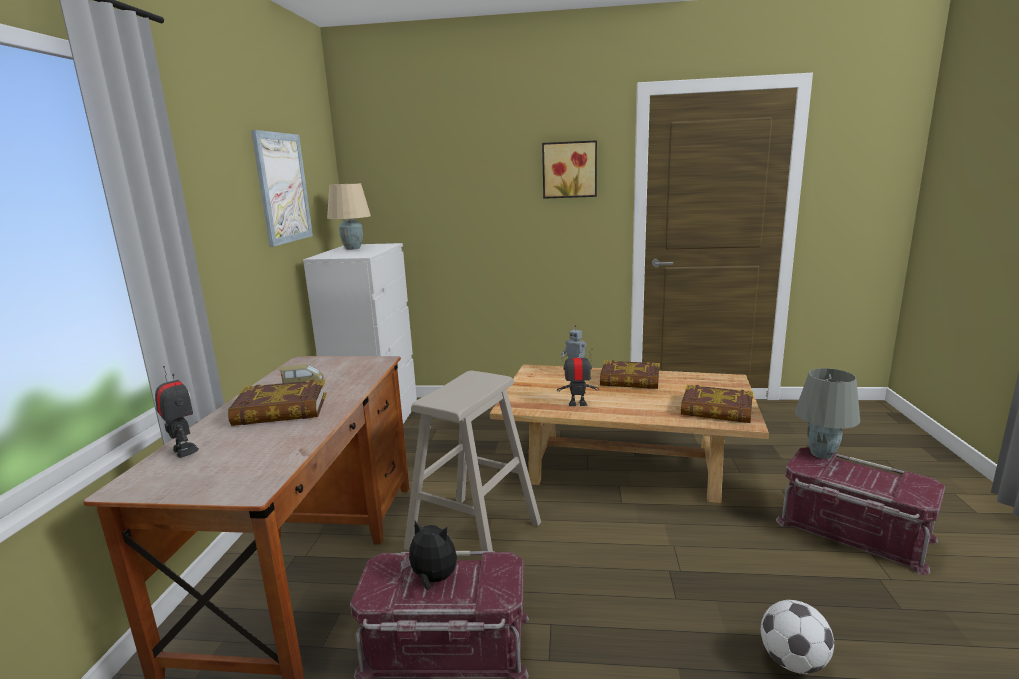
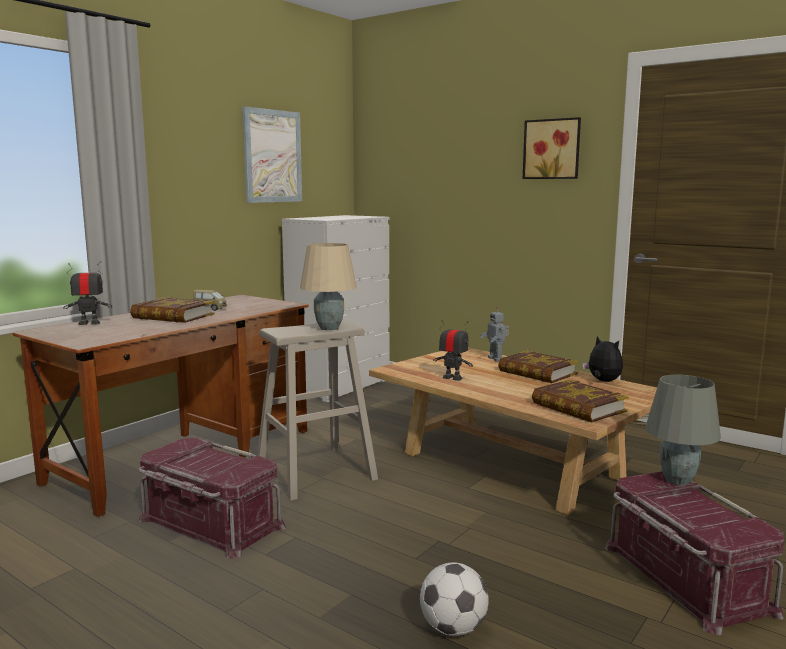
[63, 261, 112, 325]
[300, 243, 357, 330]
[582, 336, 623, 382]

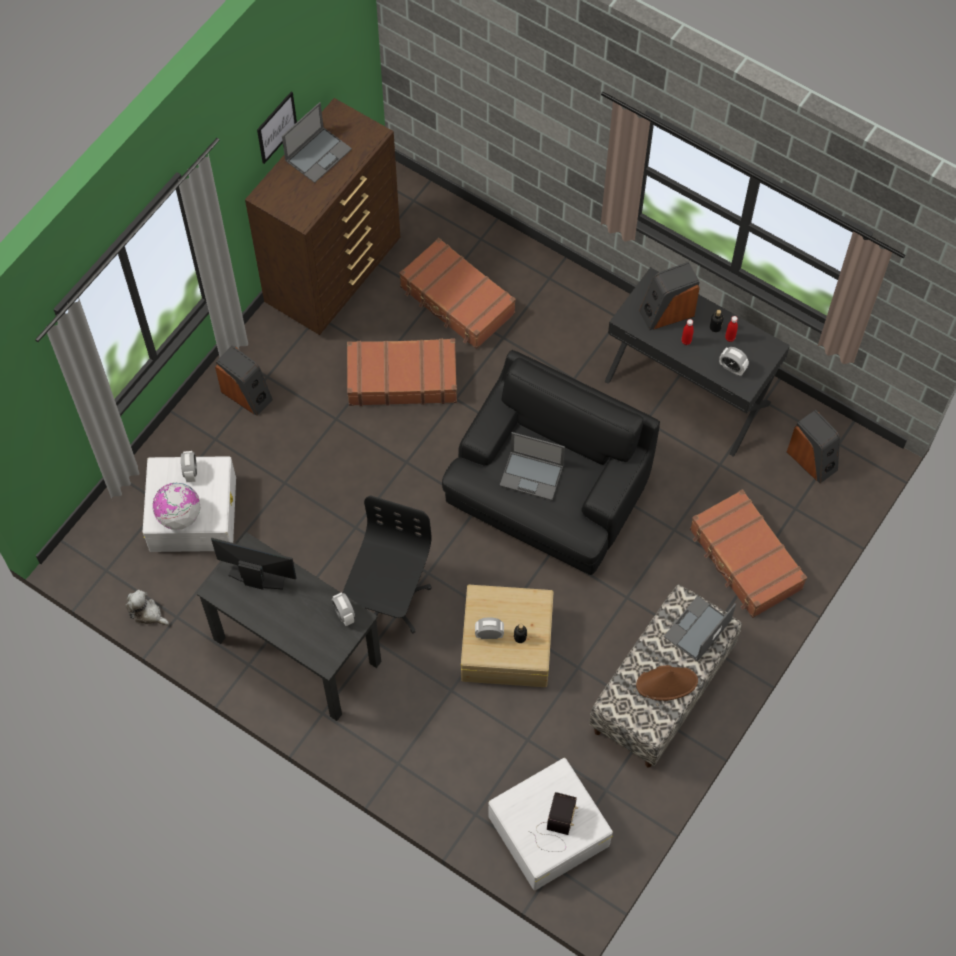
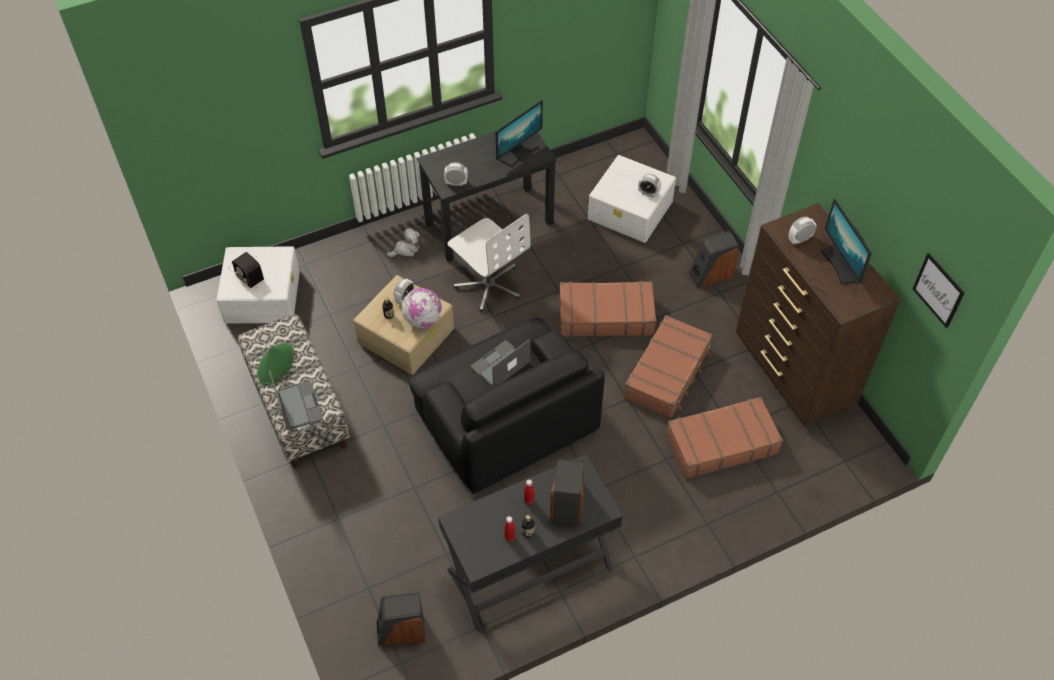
[387, 227, 420, 257]
[402, 288, 442, 328]
[913, 253, 965, 328]
[820, 199, 872, 284]
[448, 214, 530, 312]
[257, 343, 295, 385]
[559, 281, 656, 337]
[788, 216, 816, 245]

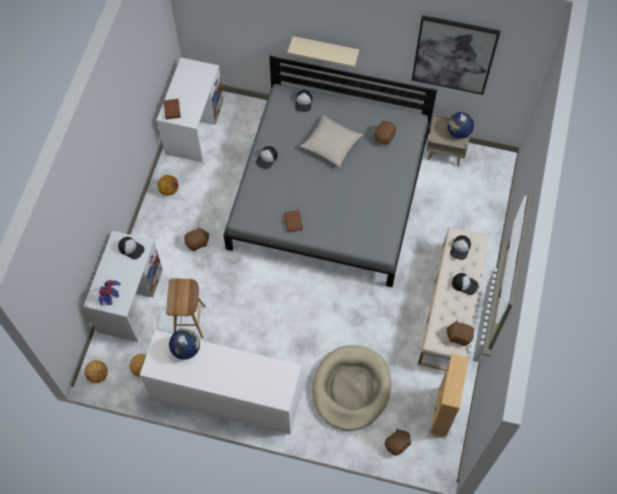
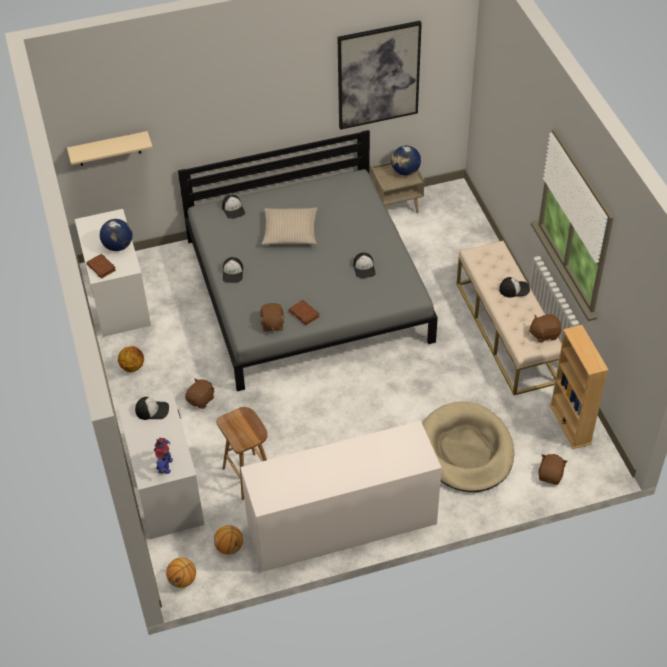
[100, 219, 132, 251]
[67, 131, 153, 166]
[259, 303, 285, 332]
[353, 253, 375, 278]

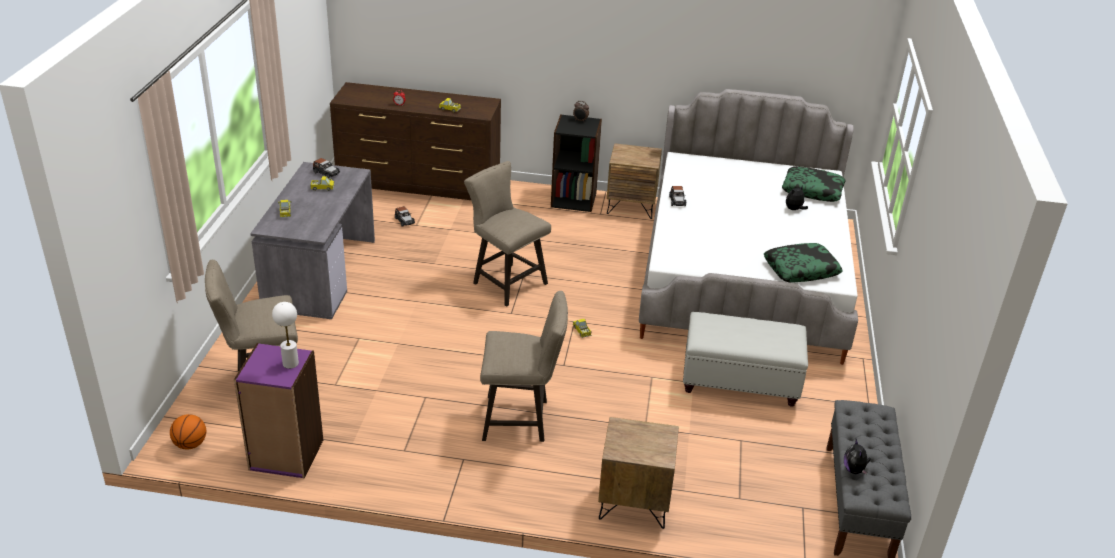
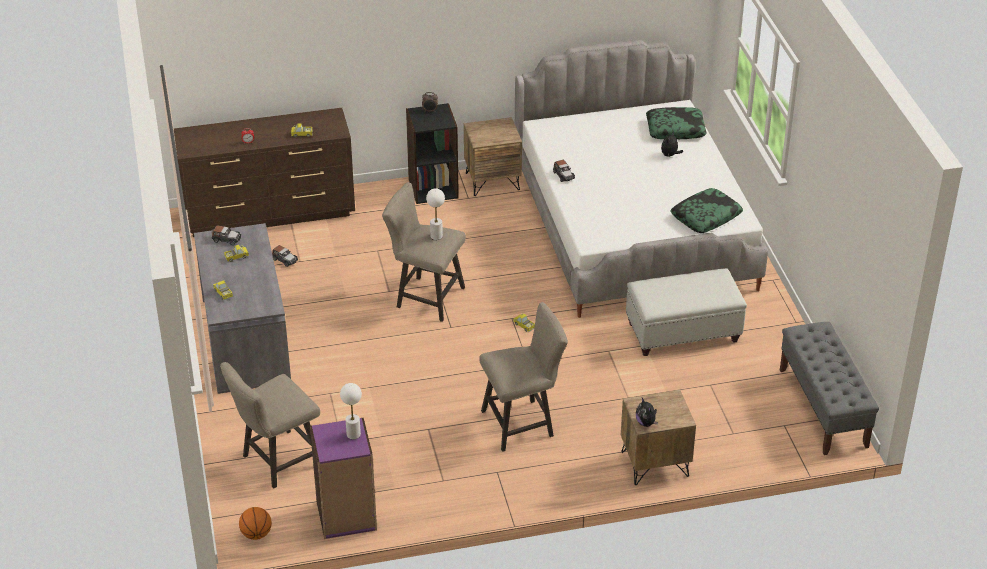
[636, 398, 658, 427]
[426, 188, 445, 240]

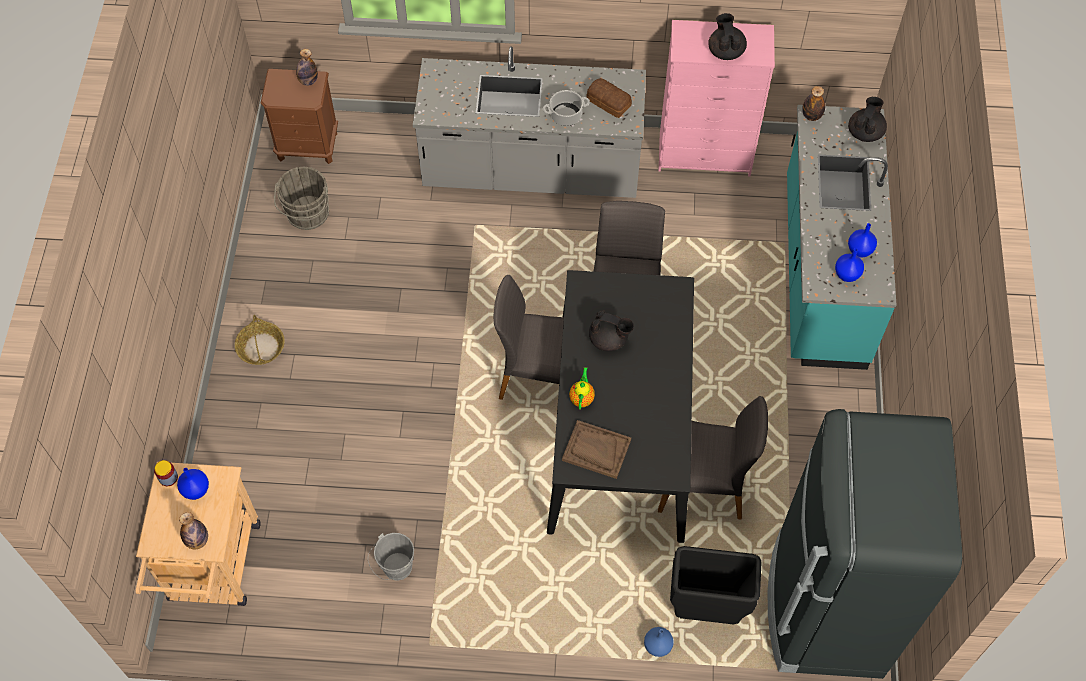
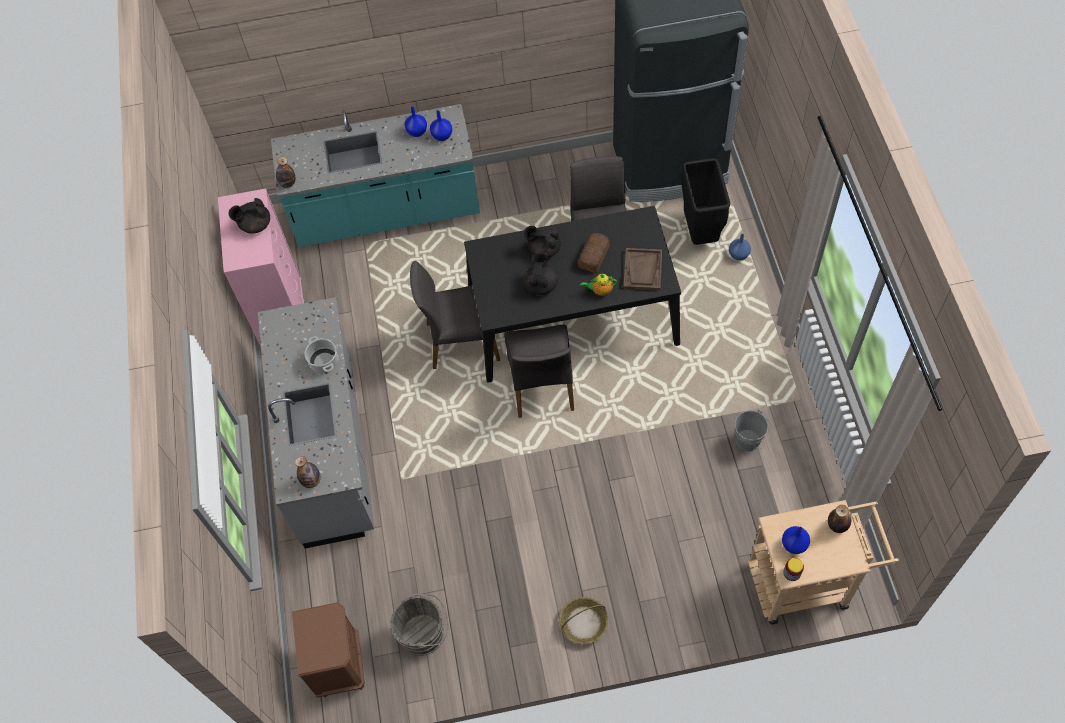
[295, 456, 321, 488]
[578, 233, 610, 273]
[524, 226, 561, 258]

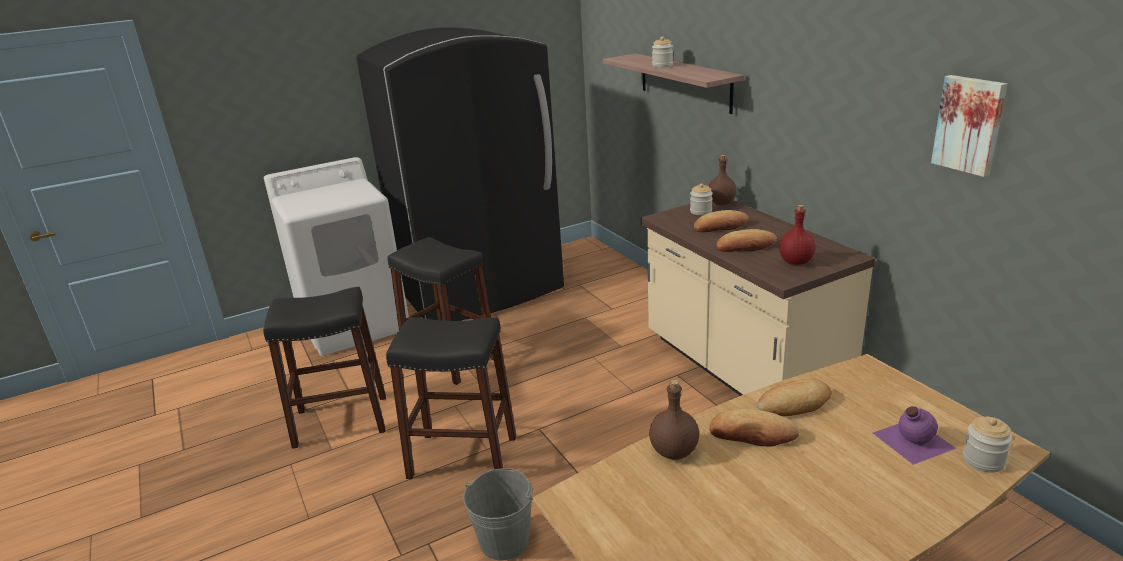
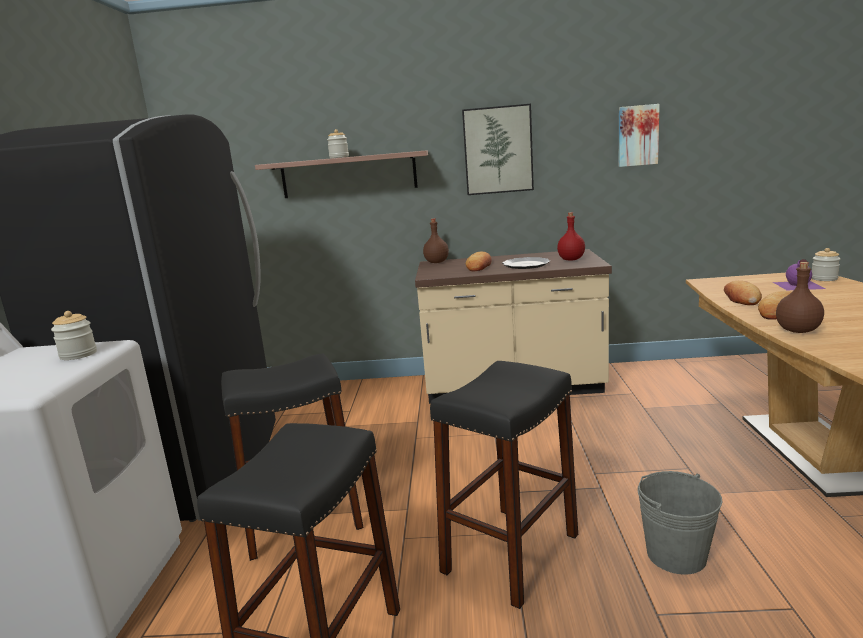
[51, 311, 97, 360]
[502, 257, 550, 269]
[462, 104, 534, 195]

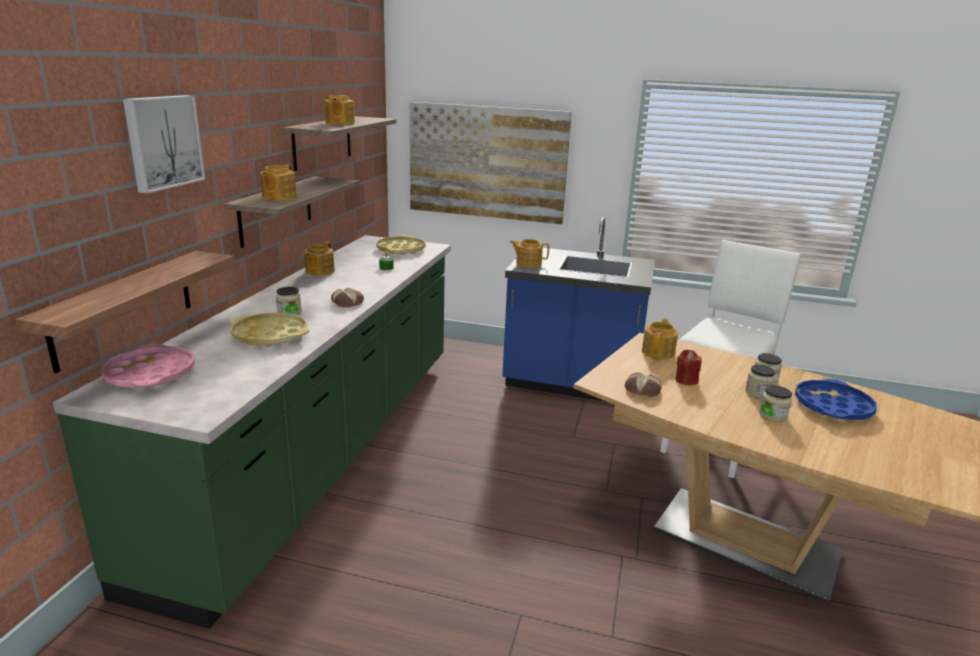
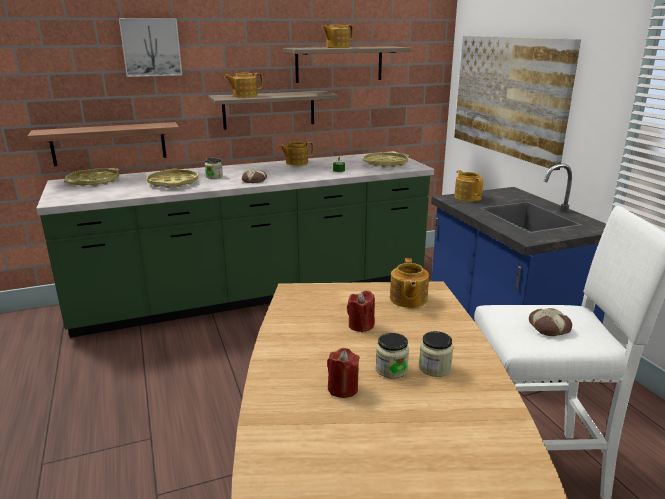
[64, 168, 119, 186]
[529, 308, 572, 336]
[390, 258, 429, 308]
[327, 348, 360, 398]
[795, 379, 877, 420] (first image)

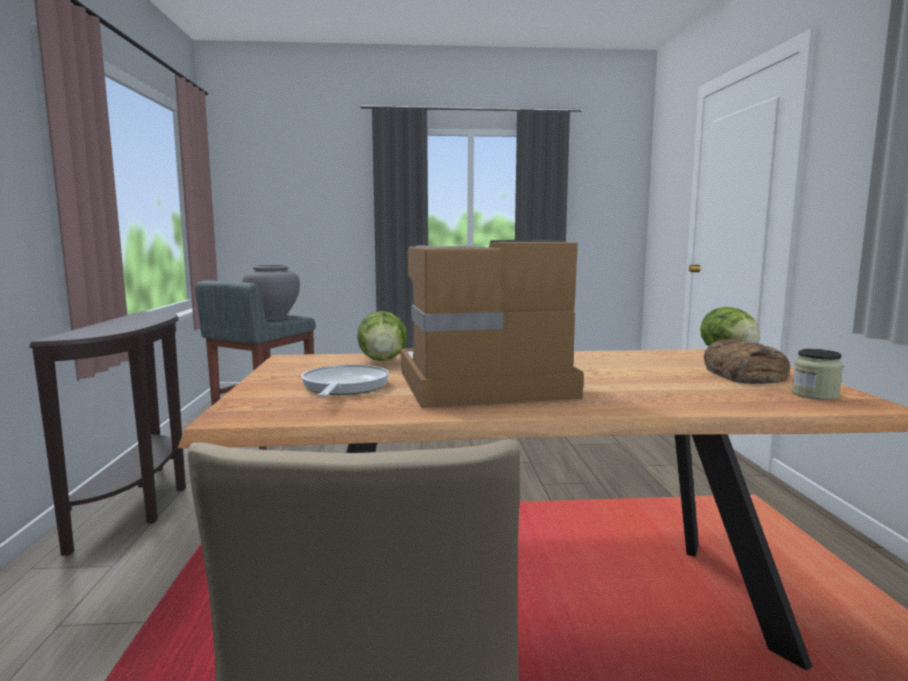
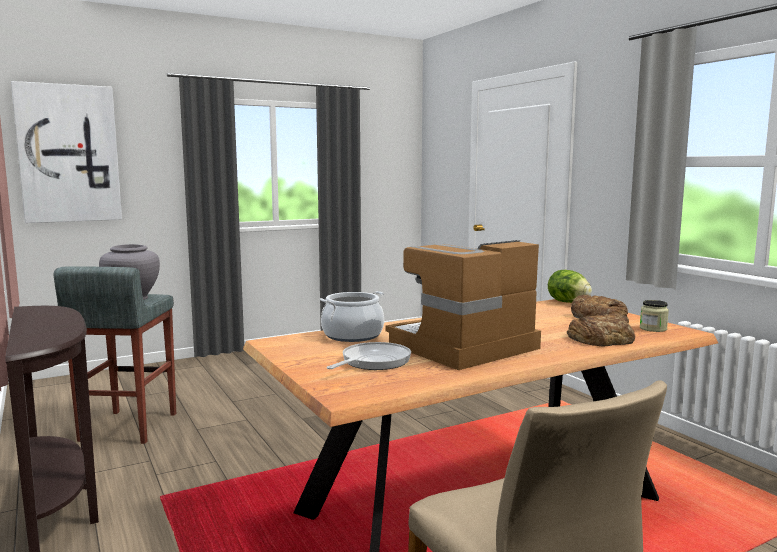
[327, 342, 411, 370]
[320, 291, 384, 342]
[11, 81, 122, 223]
[567, 313, 635, 347]

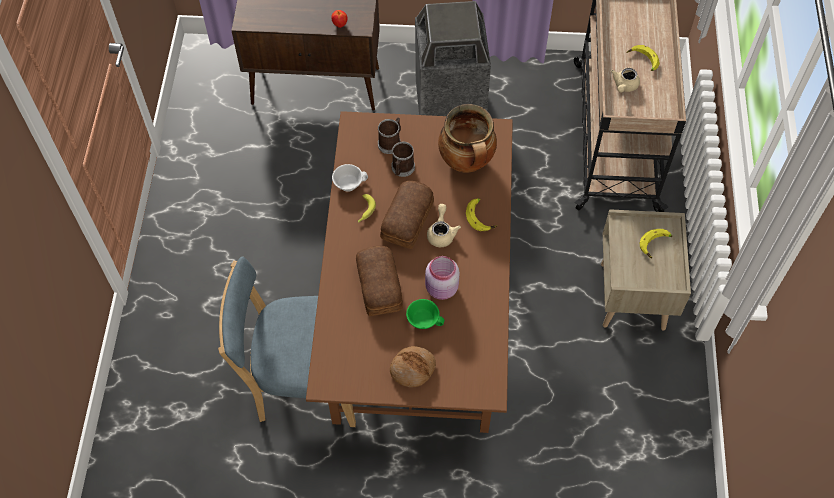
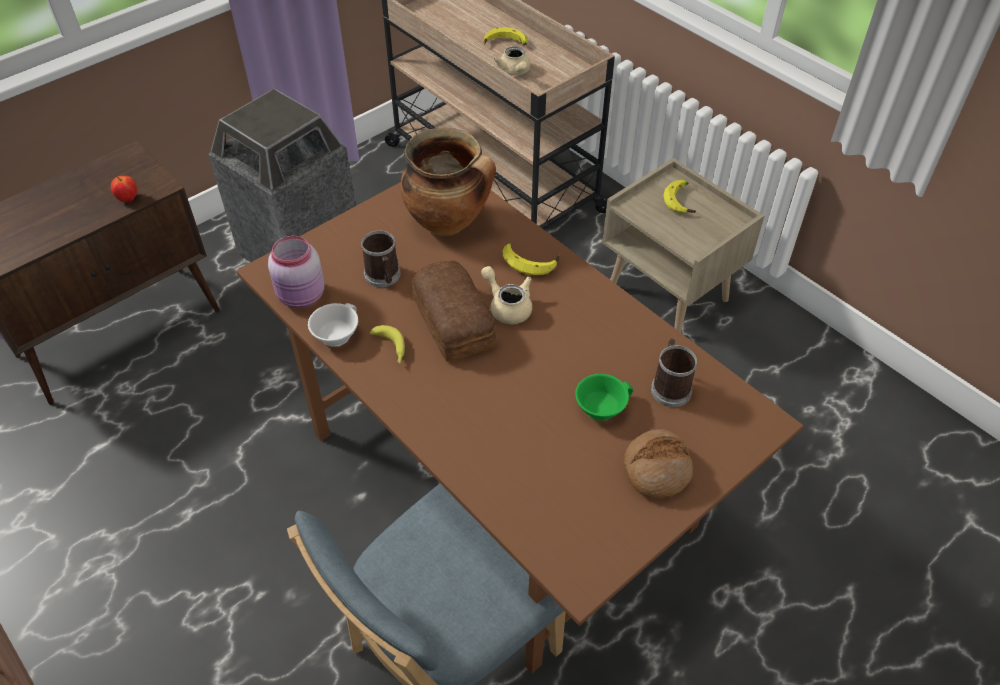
[356, 246, 403, 316] (first image)
[651, 339, 697, 407]
[268, 236, 324, 308]

